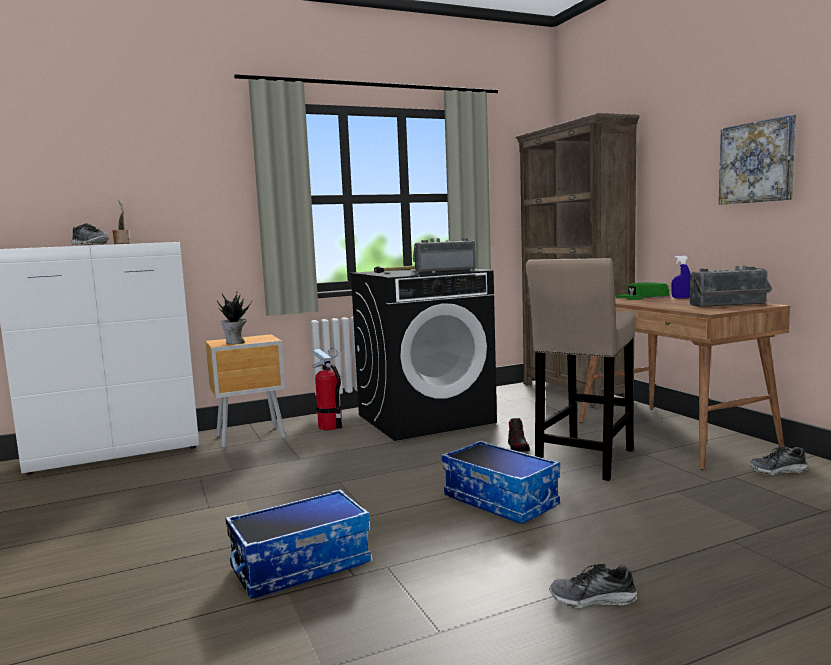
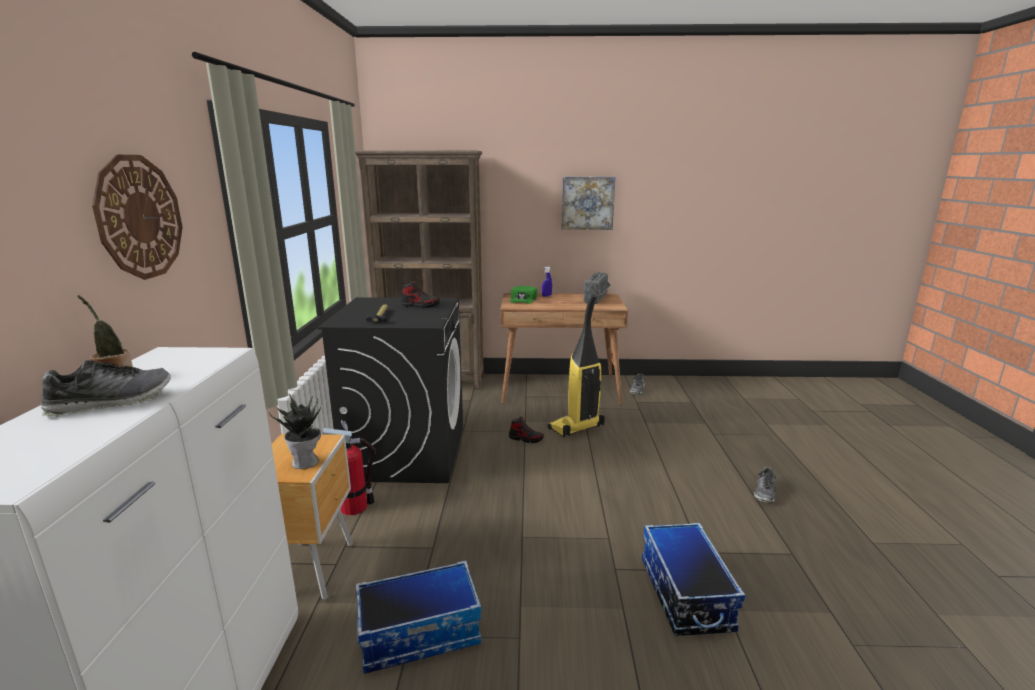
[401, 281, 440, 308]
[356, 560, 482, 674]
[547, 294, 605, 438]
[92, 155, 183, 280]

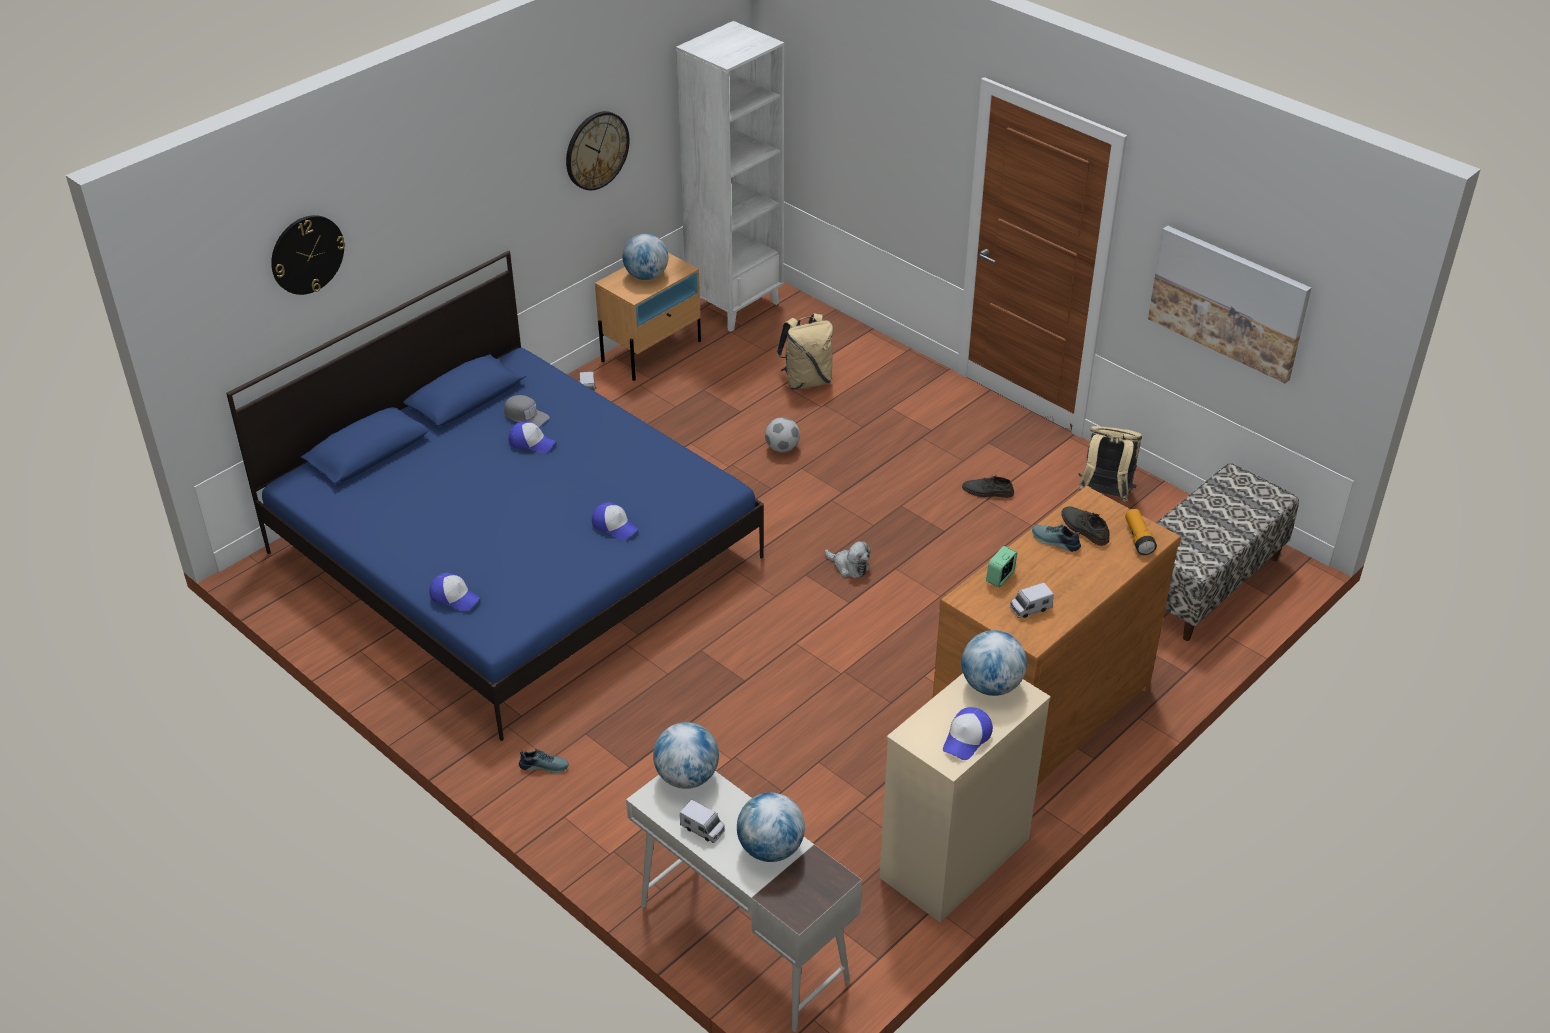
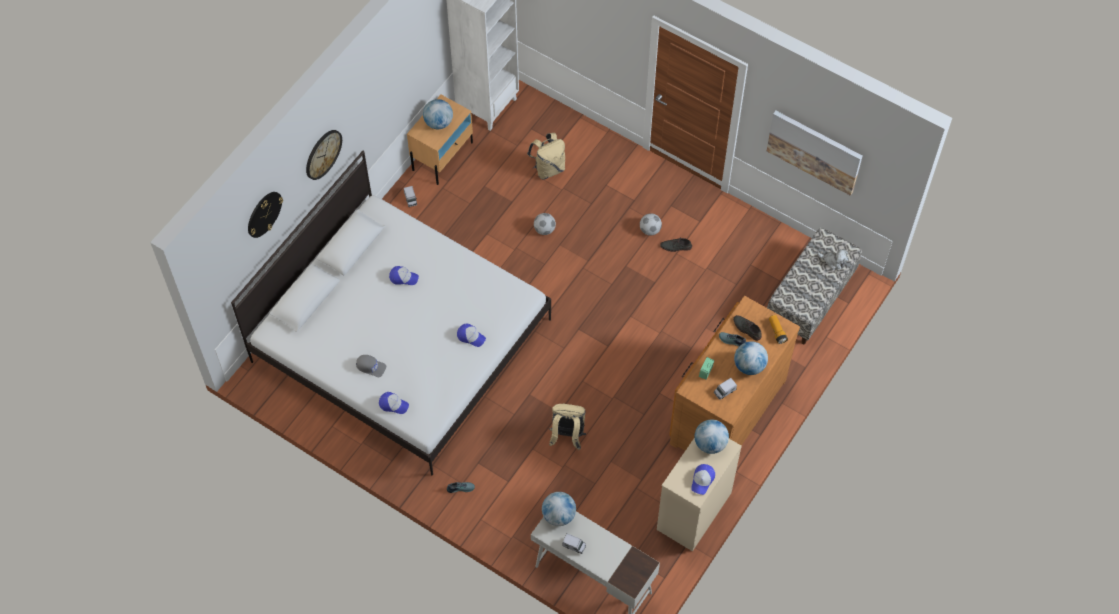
[231, 150, 551, 476]
[356, 355, 386, 377]
[306, 130, 342, 180]
[734, 341, 768, 375]
[817, 249, 849, 270]
[549, 403, 586, 450]
[640, 213, 662, 236]

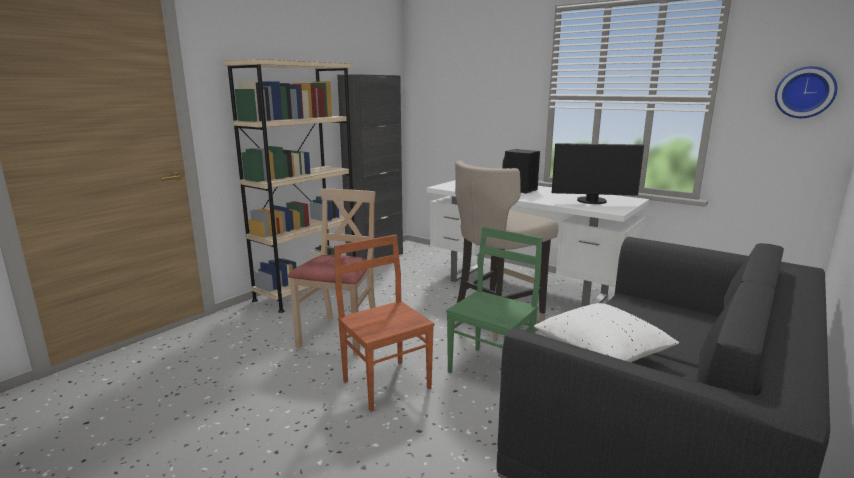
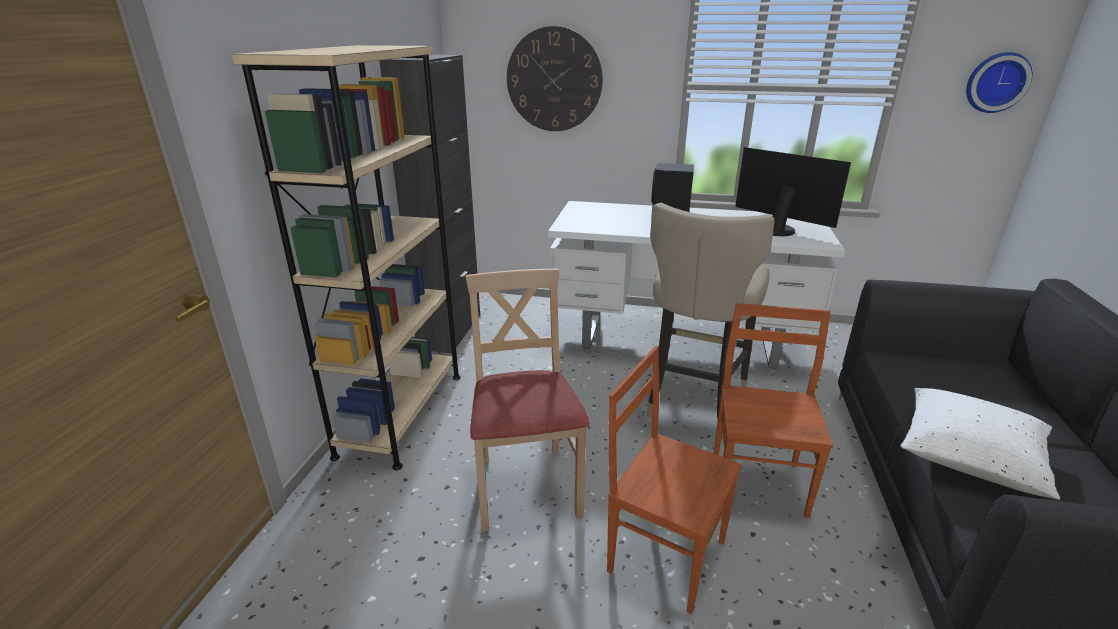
[714, 303, 833, 518]
[735, 147, 851, 236]
[507, 26, 603, 131]

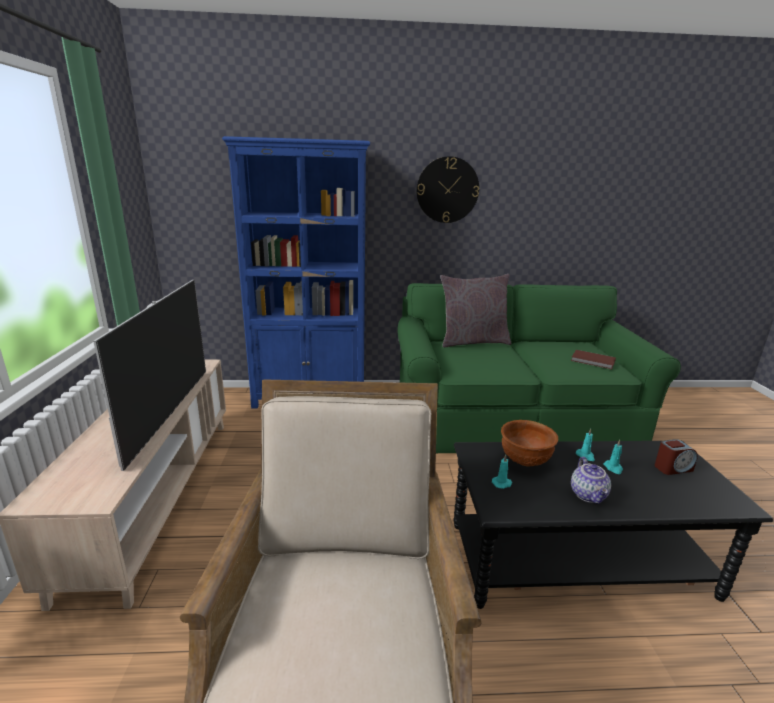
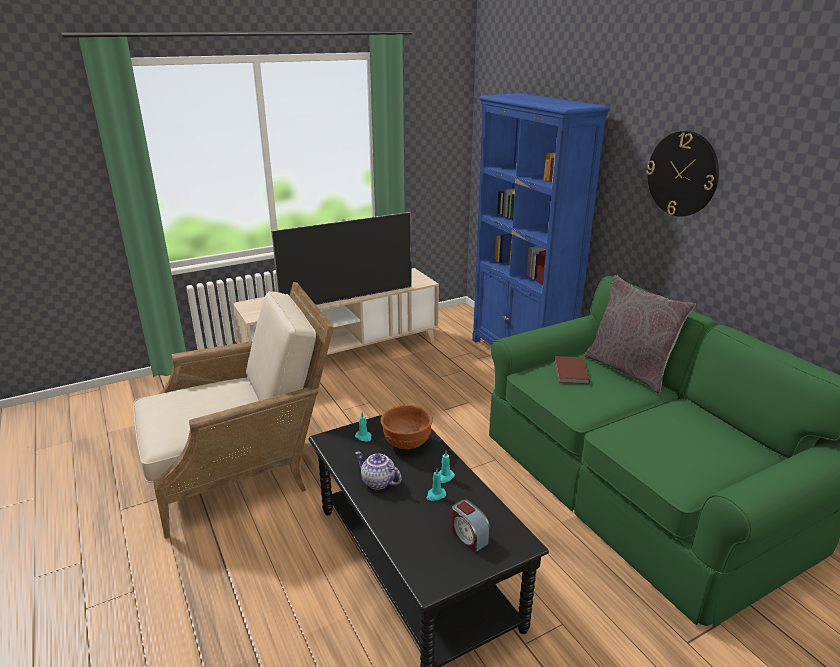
[554, 356, 590, 384]
[355, 451, 402, 490]

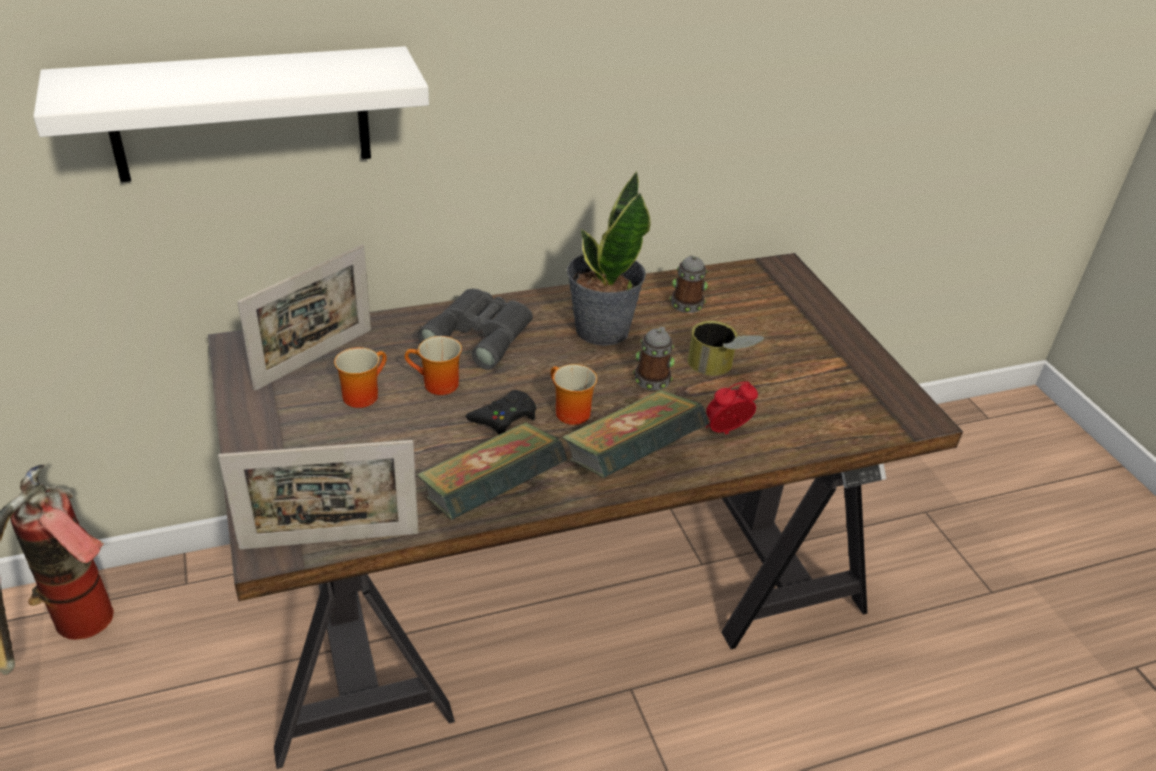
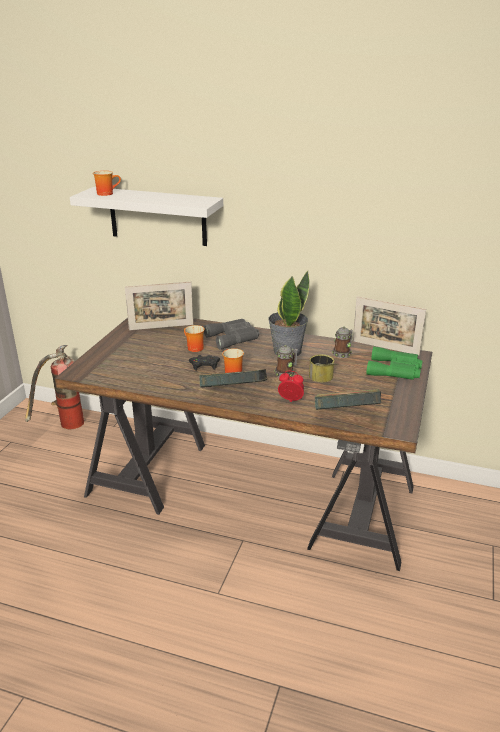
[353, 296, 426, 355]
[93, 171, 121, 196]
[314, 389, 381, 410]
[366, 347, 423, 380]

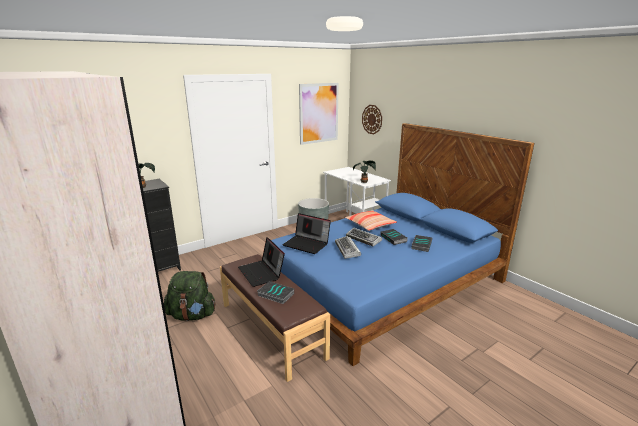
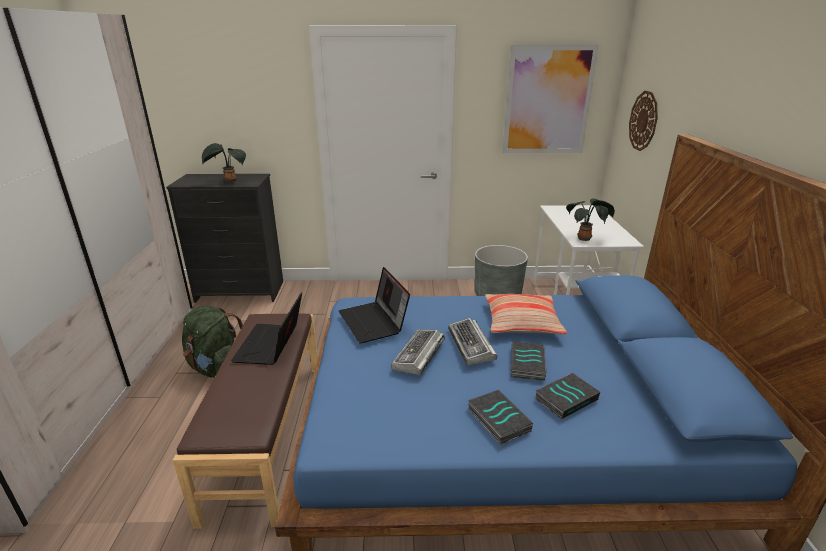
[468, 390, 533, 445]

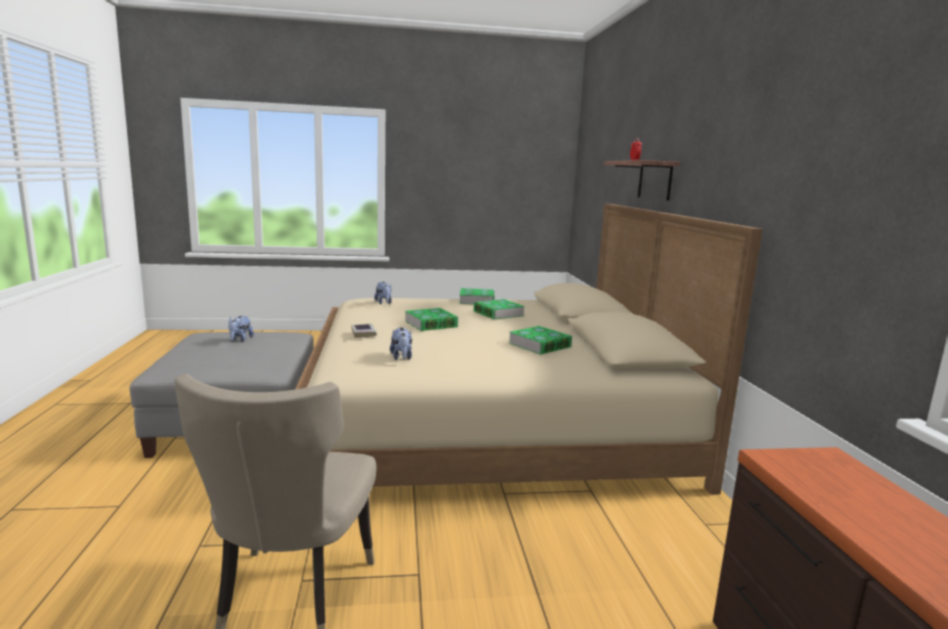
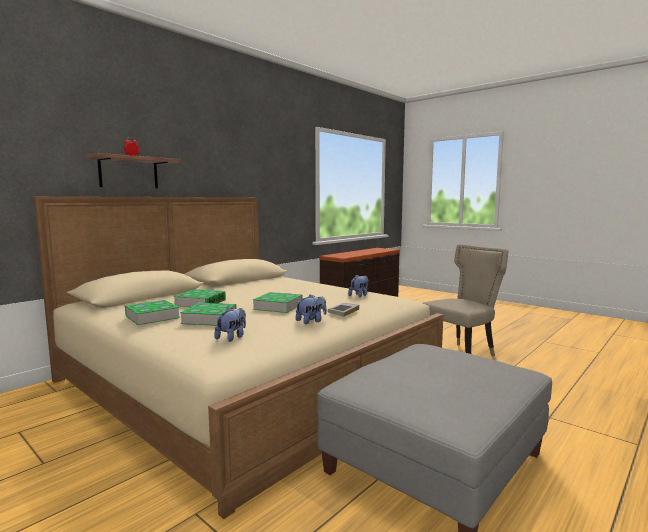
[296, 294, 327, 324]
[180, 303, 237, 326]

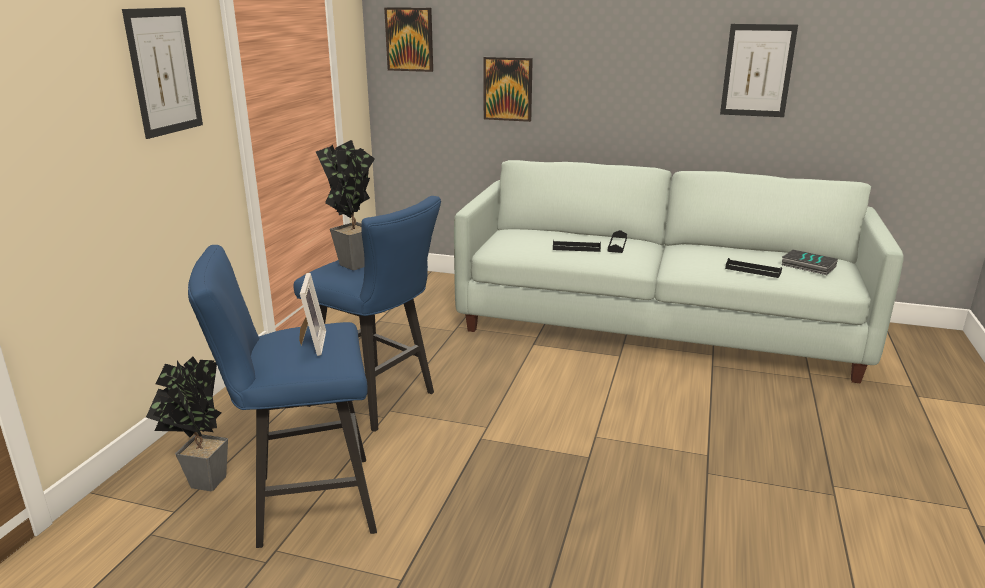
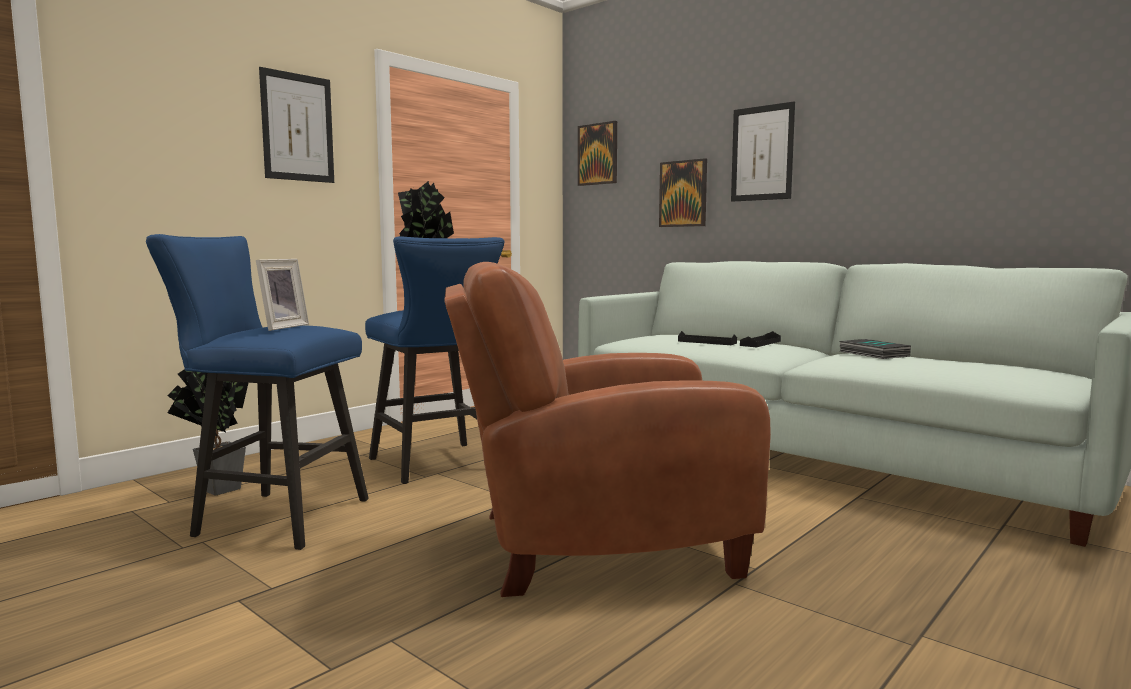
[731, 101, 795, 202]
[725, 258, 782, 278] (first image)
[839, 339, 911, 359]
[444, 262, 771, 597]

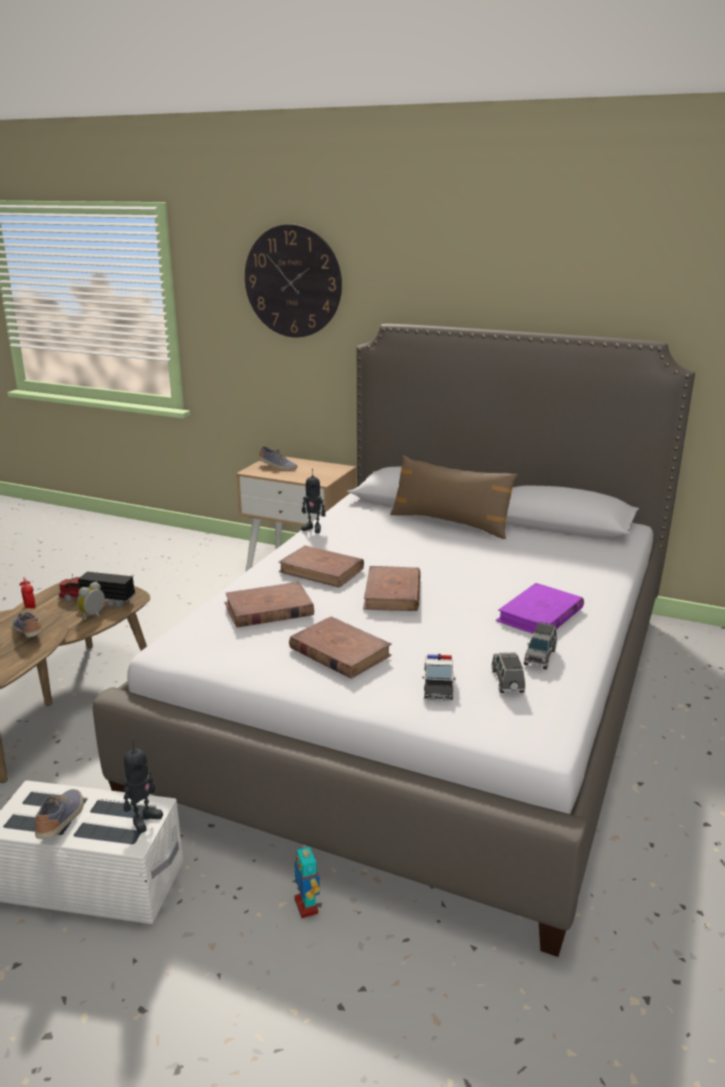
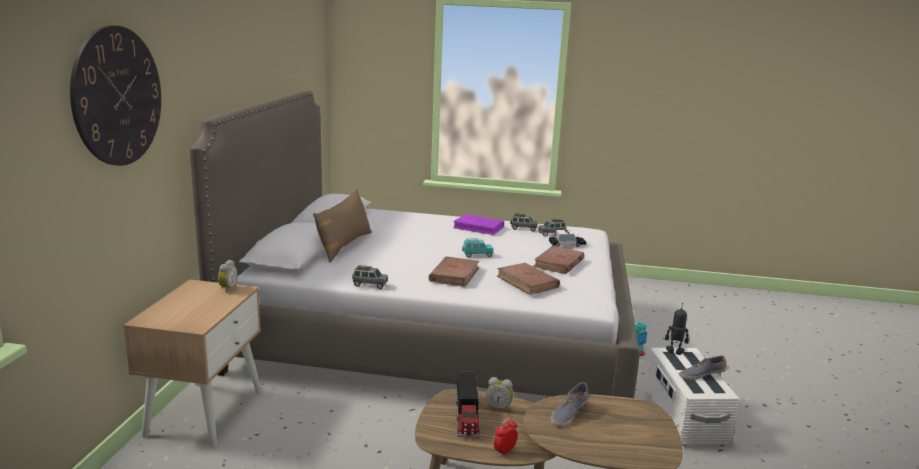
[258, 446, 297, 470] (first image)
[352, 265, 388, 289]
[462, 239, 493, 258]
[218, 260, 238, 293]

